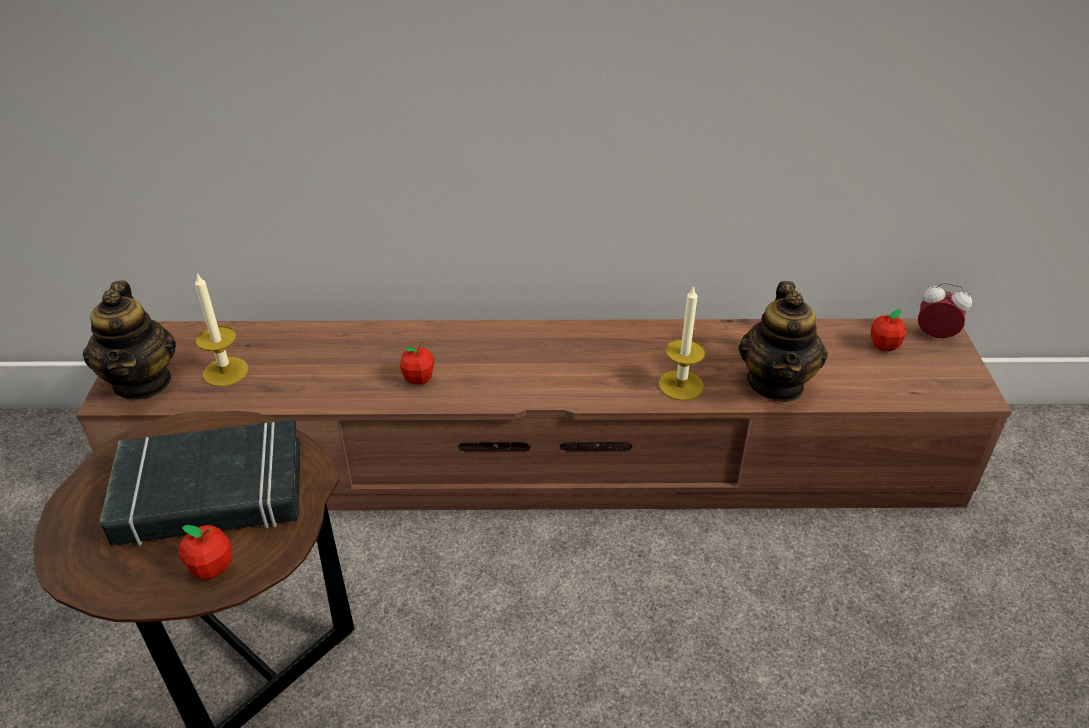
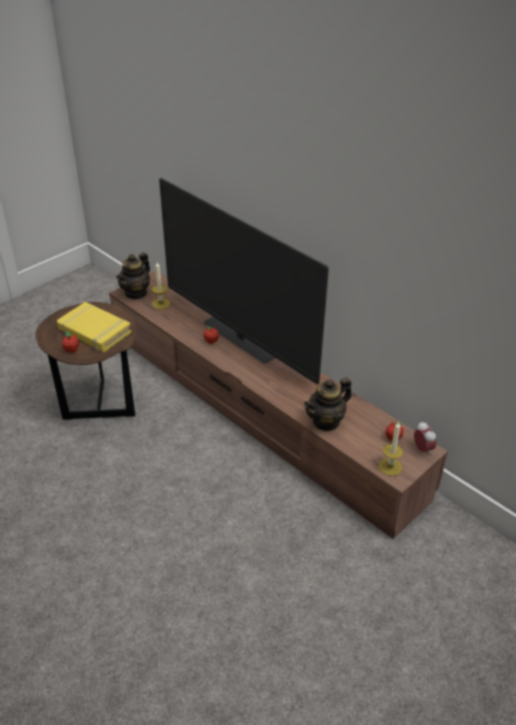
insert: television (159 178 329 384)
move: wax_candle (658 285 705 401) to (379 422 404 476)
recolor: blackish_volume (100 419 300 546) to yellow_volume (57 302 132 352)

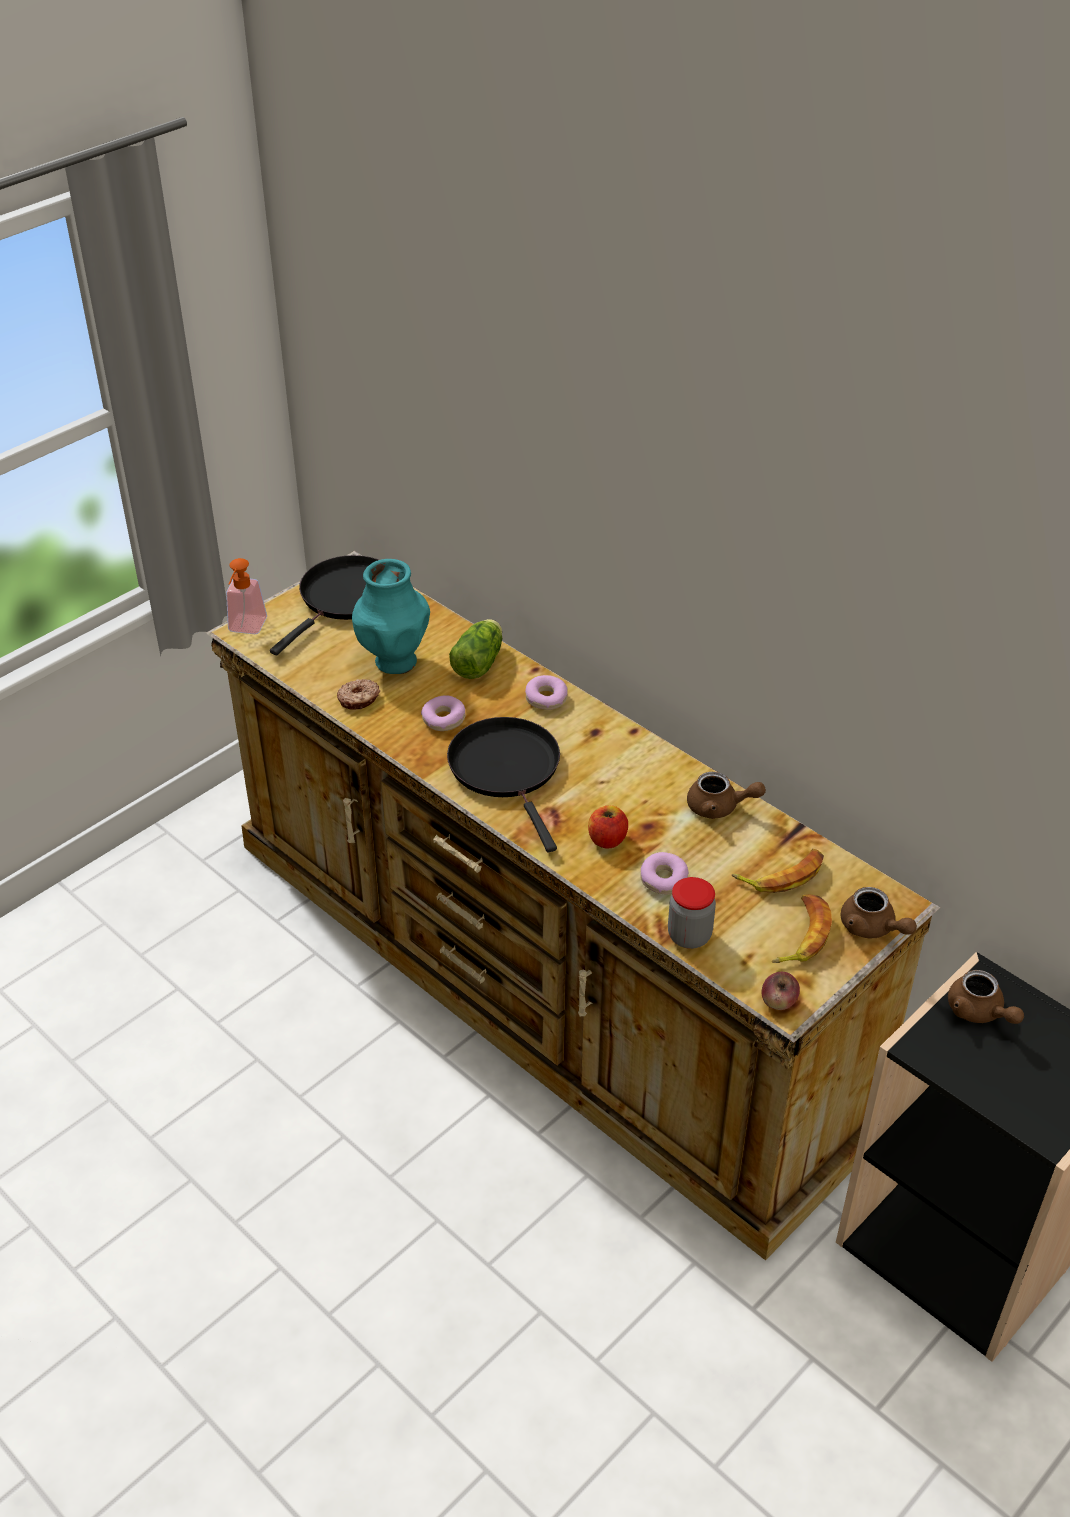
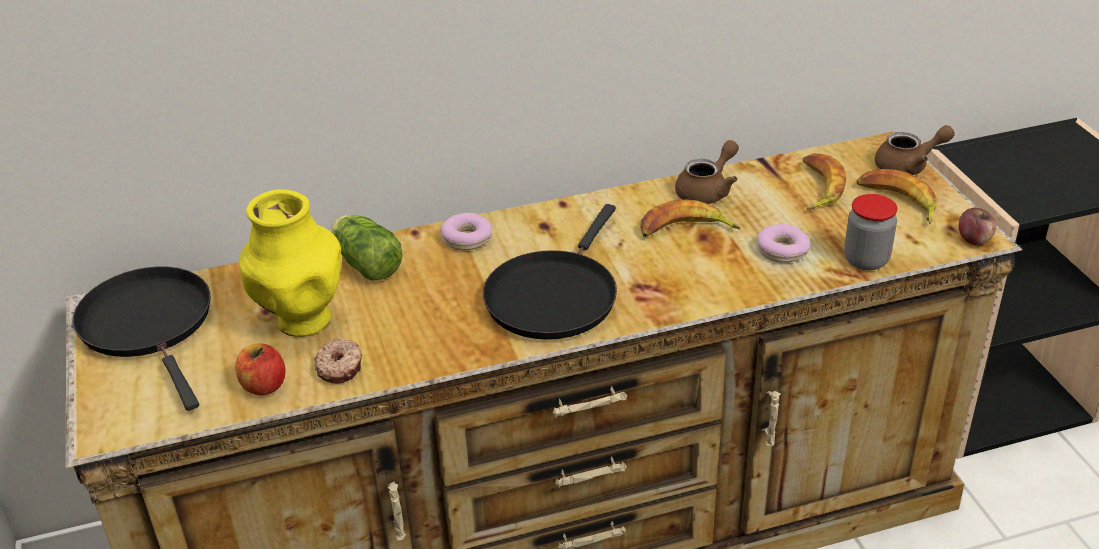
delete: soap_bottle (226 558 267 634); donut (421 695 466 731); brown_teapot (948 970 1024 1024)
insert: whole_banana (640 199 740 237)
move: whole_apple (588 805 628 848) to (235 344 285 395)
recolor: blue-green_flower_vase (352 559 430 674) to yellow_flower_vase (239 189 341 337)
rotate: blackish_skillet (447 717 560 852) = (483 204 617 340) 75 degrees counterclockwise

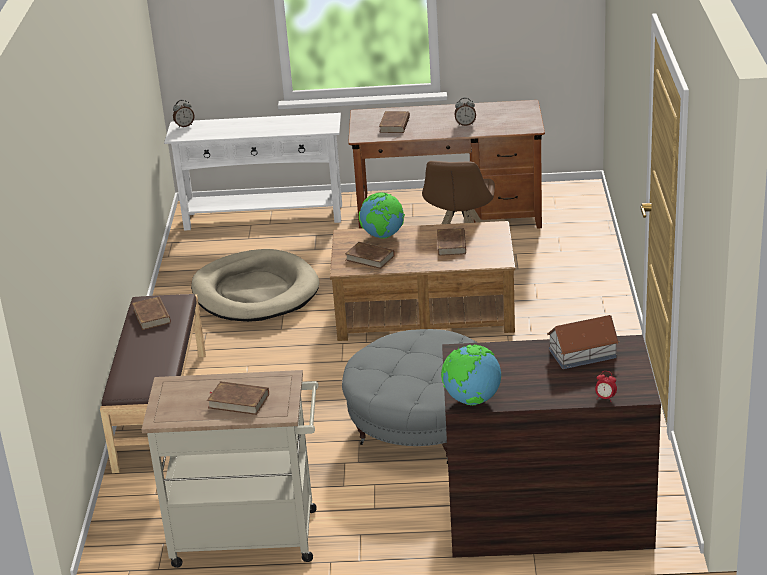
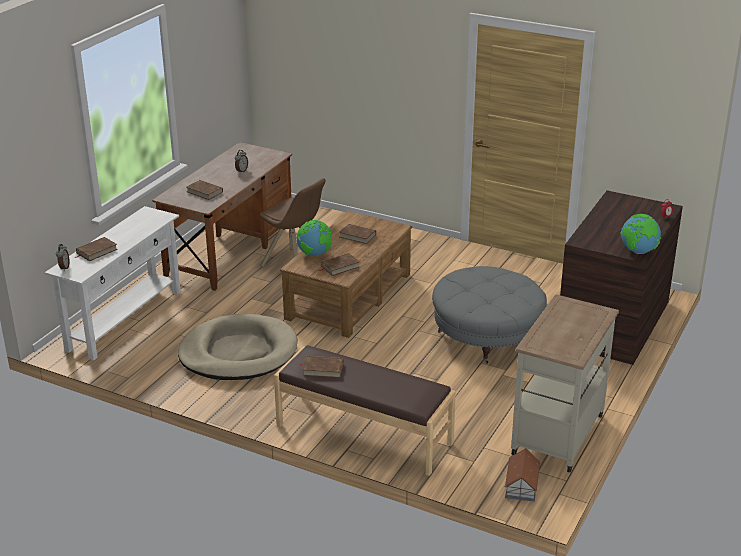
move: brown_volume (207 381 269 415) to (75 237 118 261); miniature_house (547 315 620 369) to (504 448 540 502)

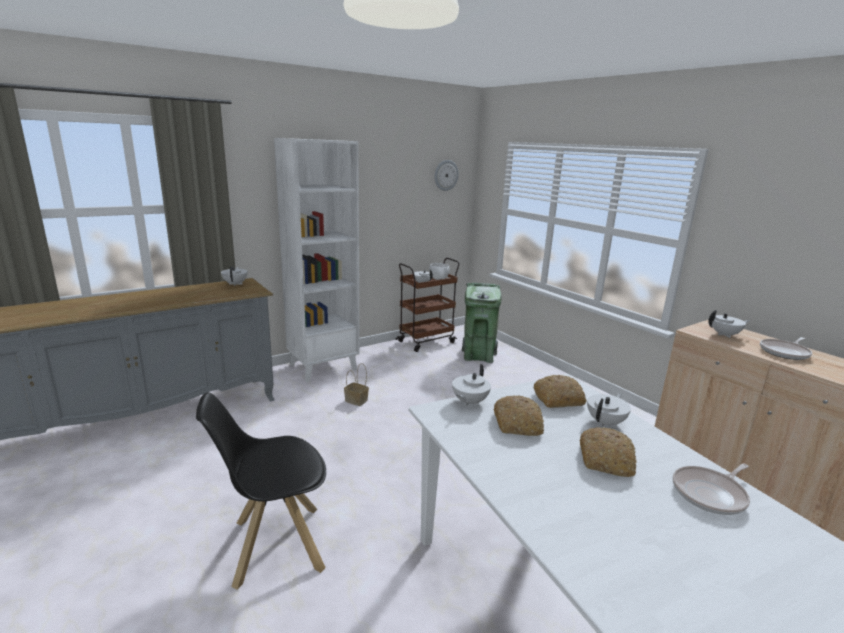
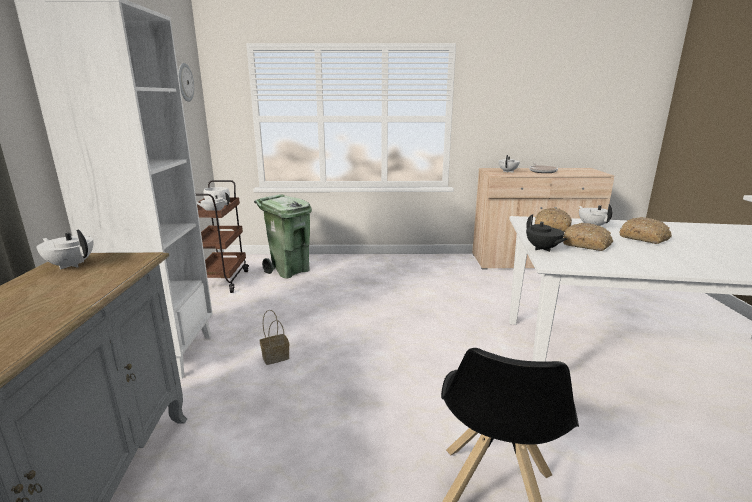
delete: skillet (673 463 750 515)
recolor: white-coloured_teapot (452 364 491 406) to blackish_teapot (526 215 567 252)

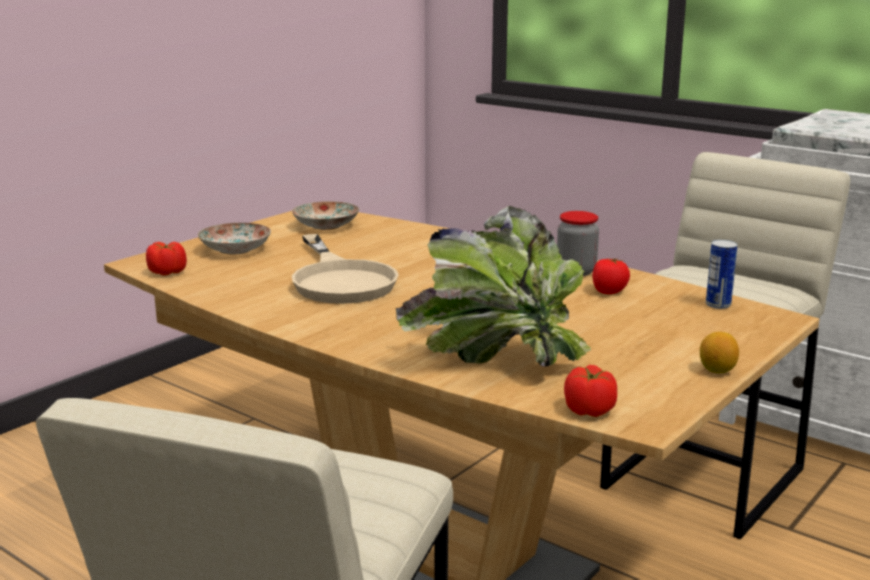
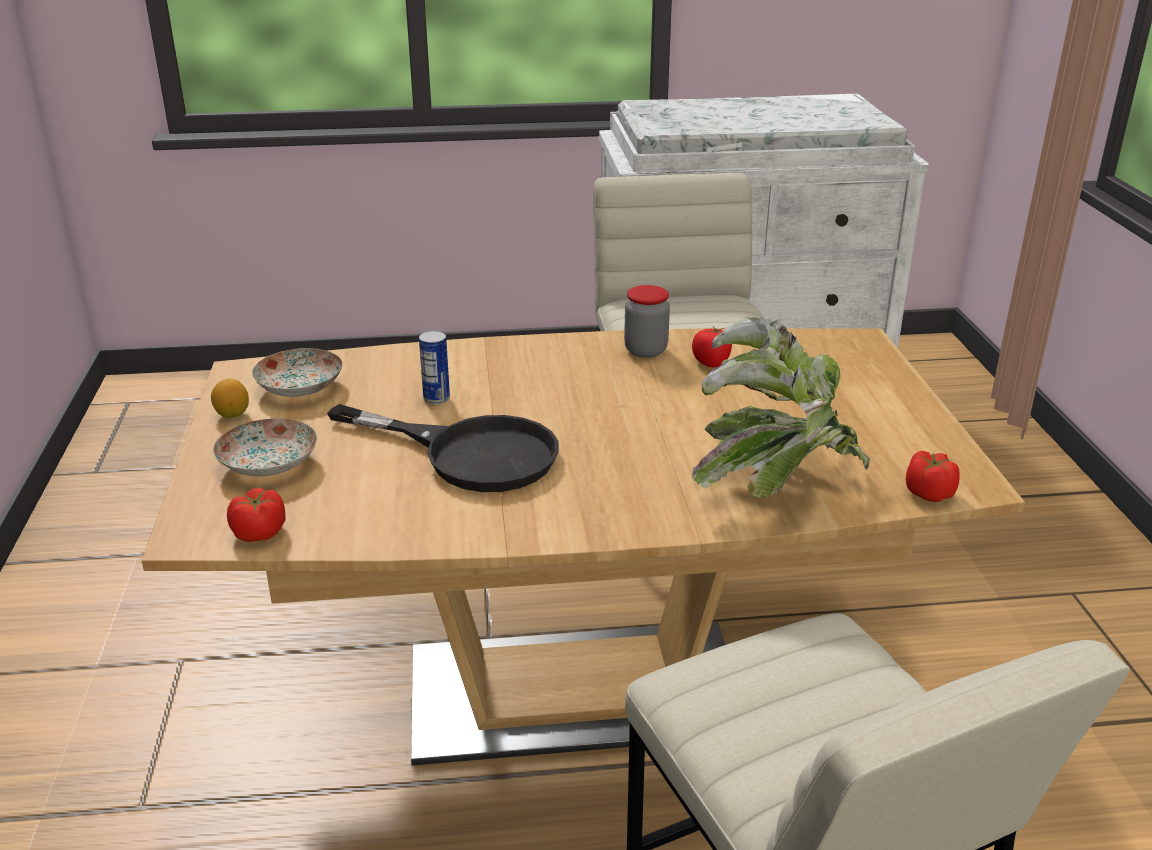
move: lemon (700 332 739 374) to (211 379 249 418); can (706 240 738 309) to (419 330 450 404)
recolor: sand-coloured_skillet (292 234 399 304) to blackish_skillet (327 404 559 492)

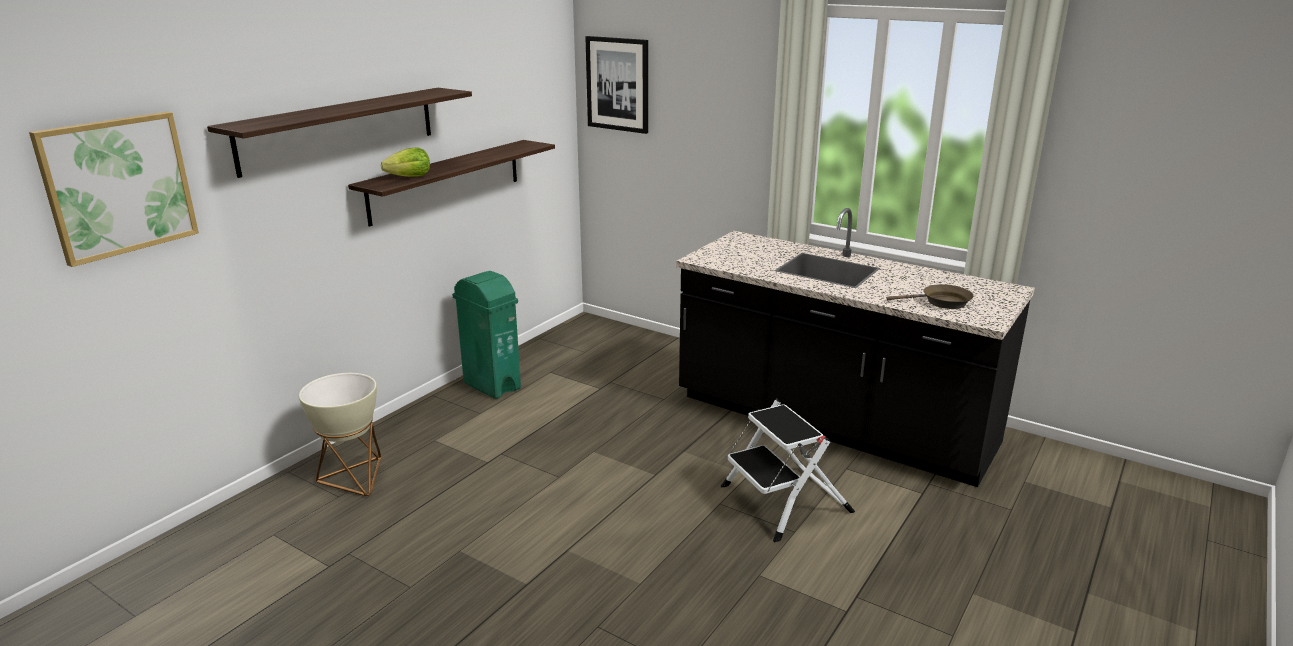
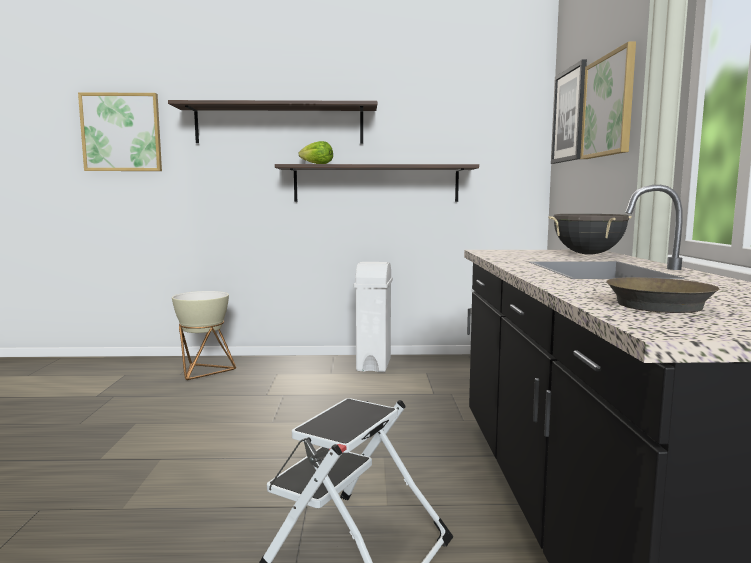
insert: blackish_cooking_pot (548 214 632 255); wall_art (580 42 636 159)
recolor: green-coloured_waste_bin (452 271 521 399) to white-coloured_waste_bin (354 262 393 372)
rotate: brown_skillet (886 284 974 309) = (606 277 720 313) 60 degrees clockwise

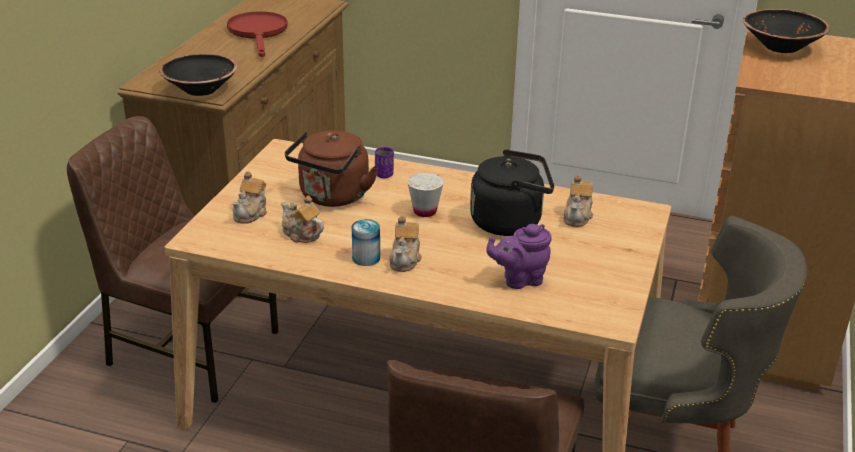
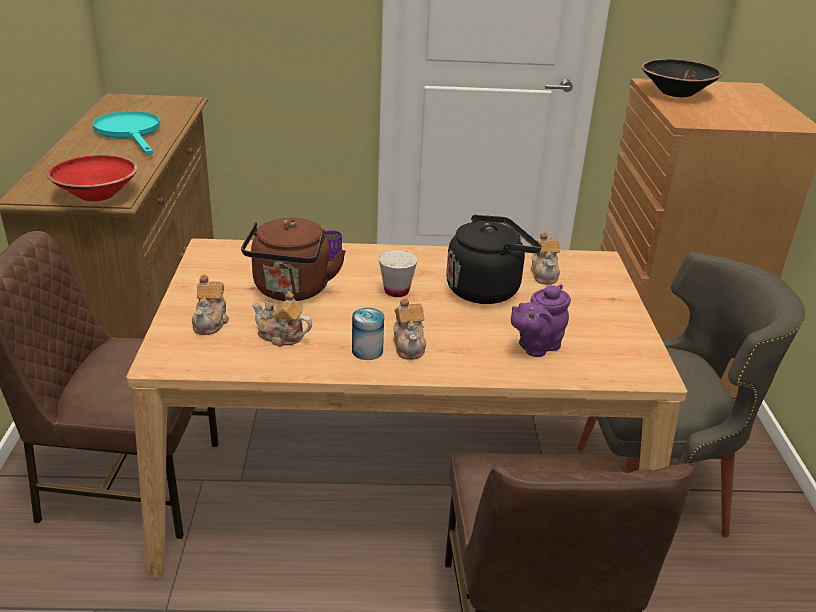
recolor: blackish_deep_dish (159 54 238 96) to red-coloured_deep_dish (46 155 138 201); red-coloured_skillet (227 11 288 57) to blue-green_skillet (93 111 160 155)

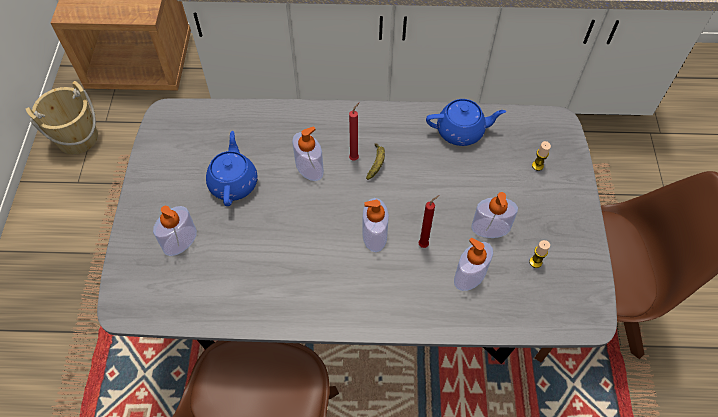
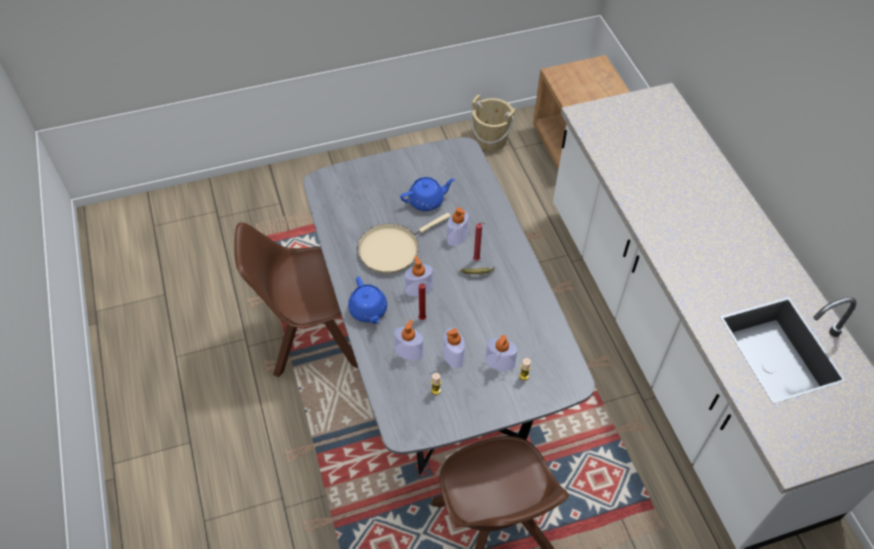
insert: sand-coloured_skillet (357 213 451 274)
move: blue_teapot (426 99 506 146) to (348 277 387 324); soap_bottle (153 206 197 256) to (486 335 517 371)

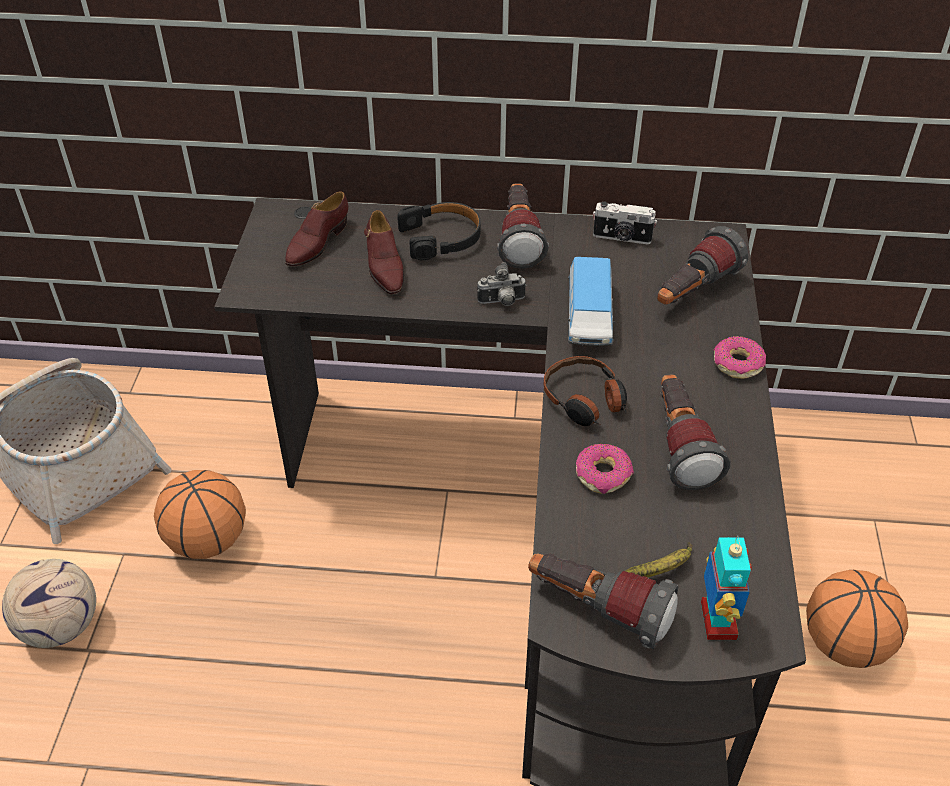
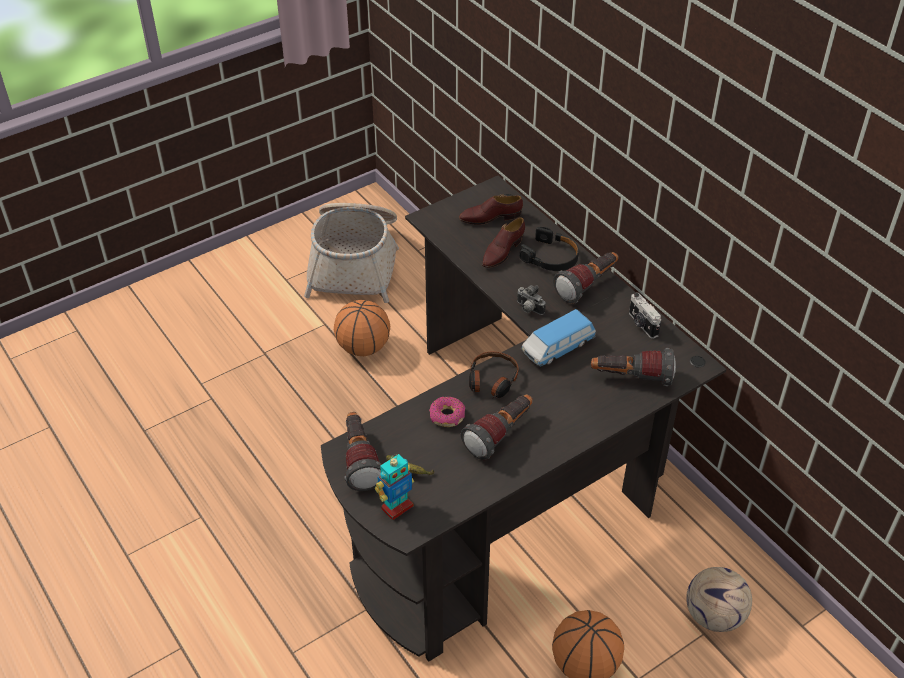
delete: donut (713 336 766 379)
move: football (2 559 96 648) to (686 567 752 632)

